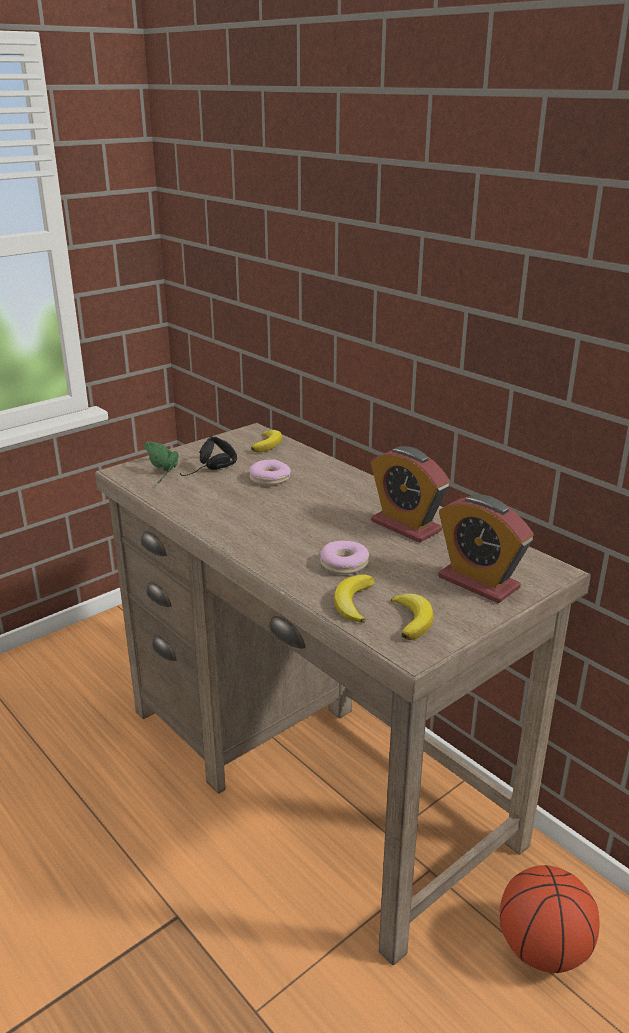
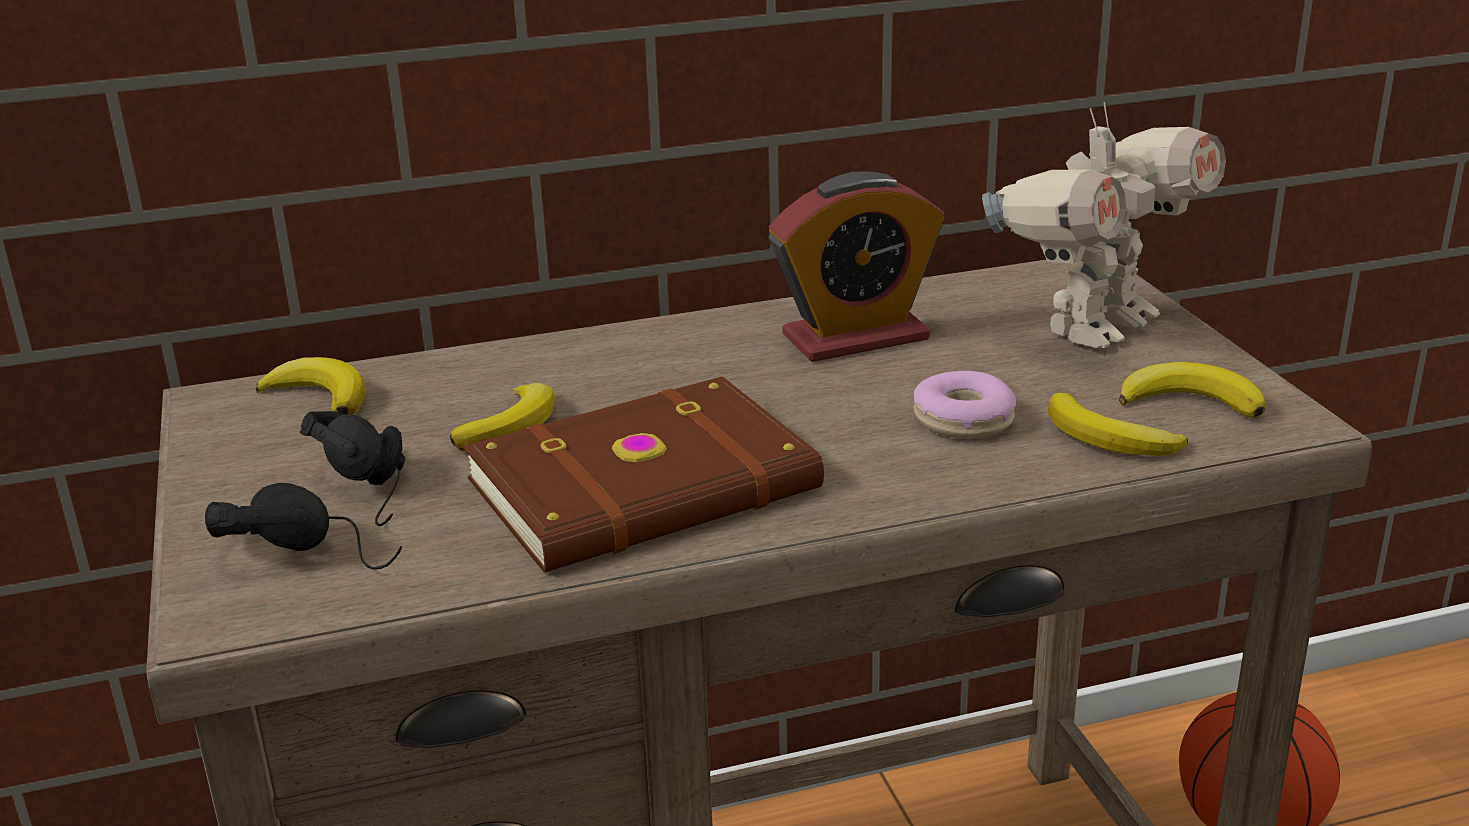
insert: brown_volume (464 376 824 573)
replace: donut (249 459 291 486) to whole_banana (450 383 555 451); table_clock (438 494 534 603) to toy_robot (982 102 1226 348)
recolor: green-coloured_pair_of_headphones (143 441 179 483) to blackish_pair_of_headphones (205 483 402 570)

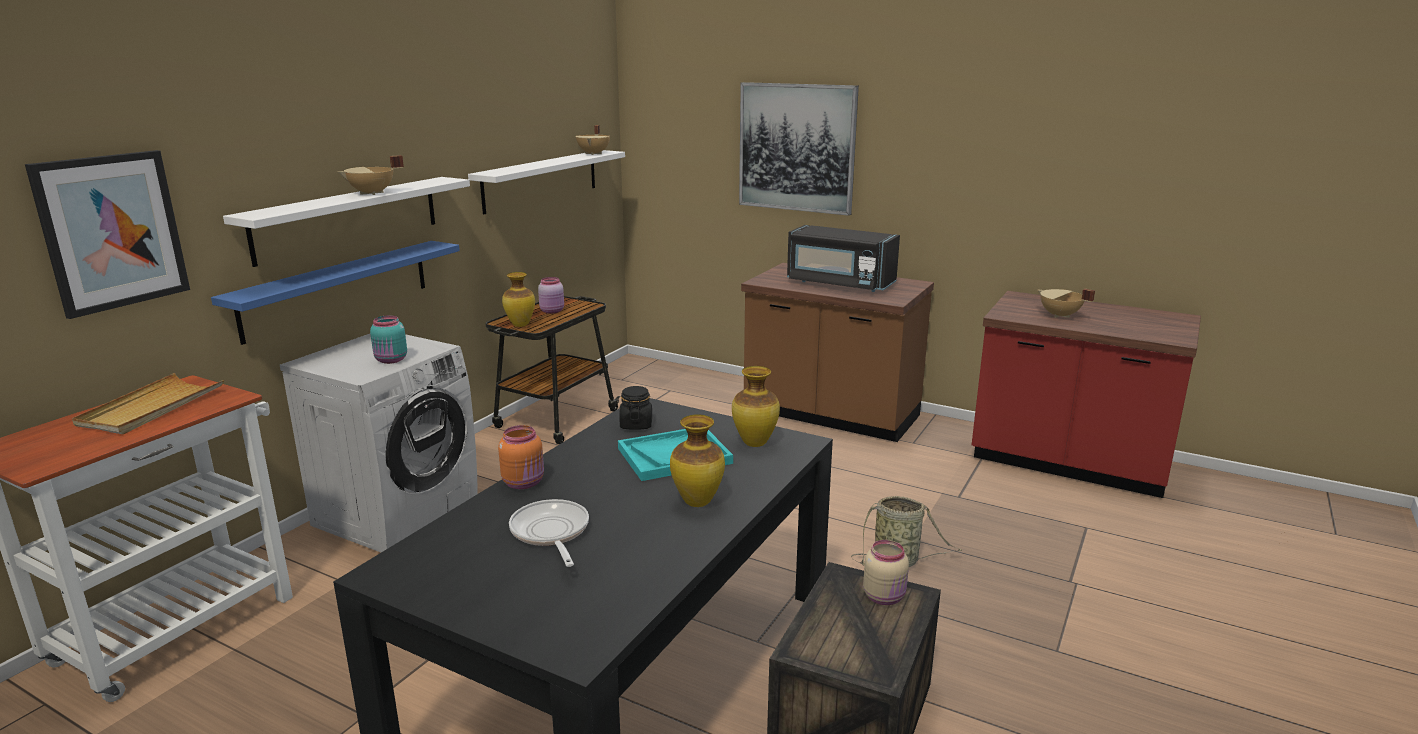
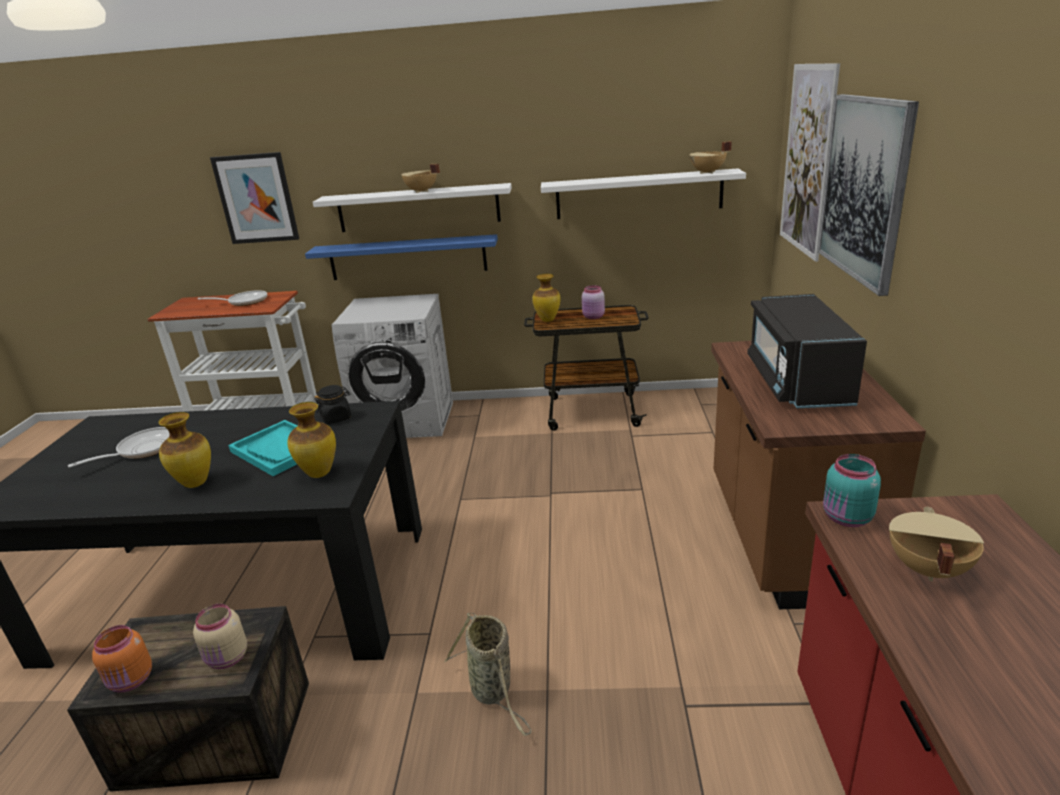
insert: wall_art (780 63 840 262)
move: orange_jar (498 425 544 489) to (92 625 152 692); blue-green_jar (370 315 407 364) to (823 454 881 527)
replace: sand-coloured_tray (72 373 224 434) to skillet (198 290 267 306)

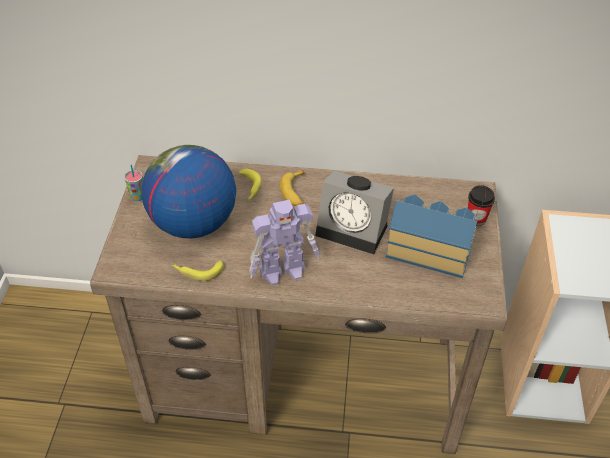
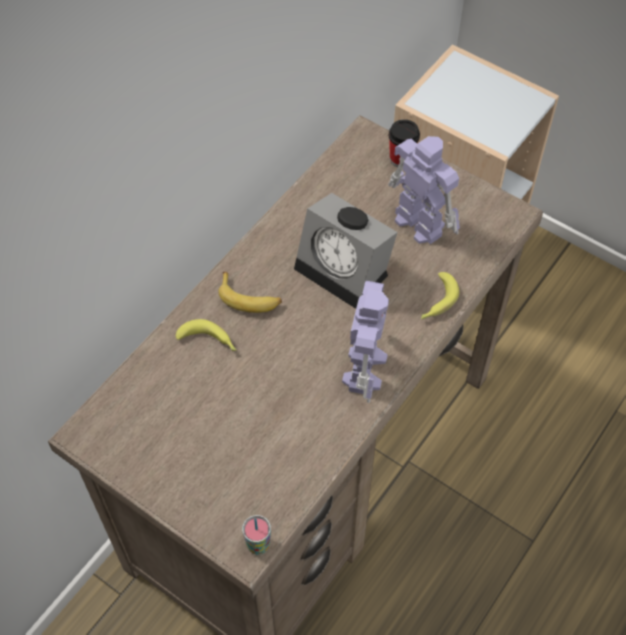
delete: desk_globe (141 145 236 238)
move: drinking_cup (124 165 143 201) to (242 515 271 555); whole_banana (172 260 223 281) to (421 272 460 319)
replace: miniature_house (385 194 478 278) to toy_robot (388 136 460 244)
rotate: table_clock (315 170 394 254) = (294 193 398 309) 75 degrees clockwise

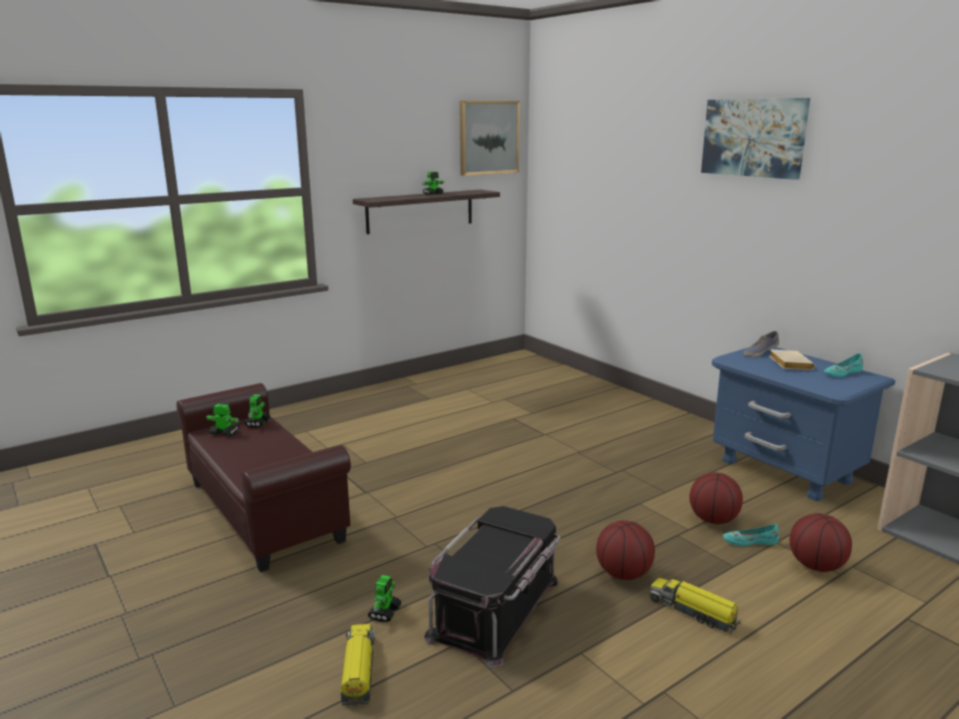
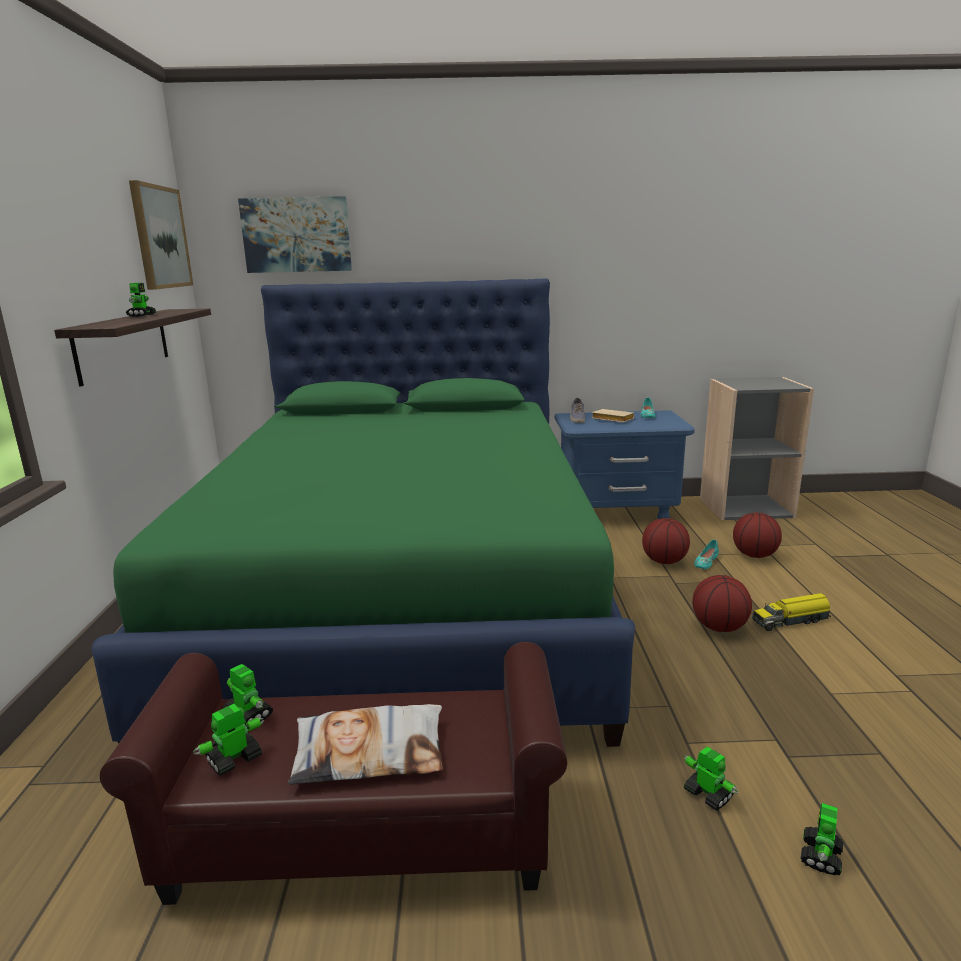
delete: blackish_storage_bin (424 506 560 668)
insert: green-coloured_bed (92 279 635 747); throw_pillow (288 704 443 785)
move: wall_art (701 98 810 180) to (238 196 352 273)
replace: toy_truck (341 624 375 706) to toy_robot (801 803 843 875)

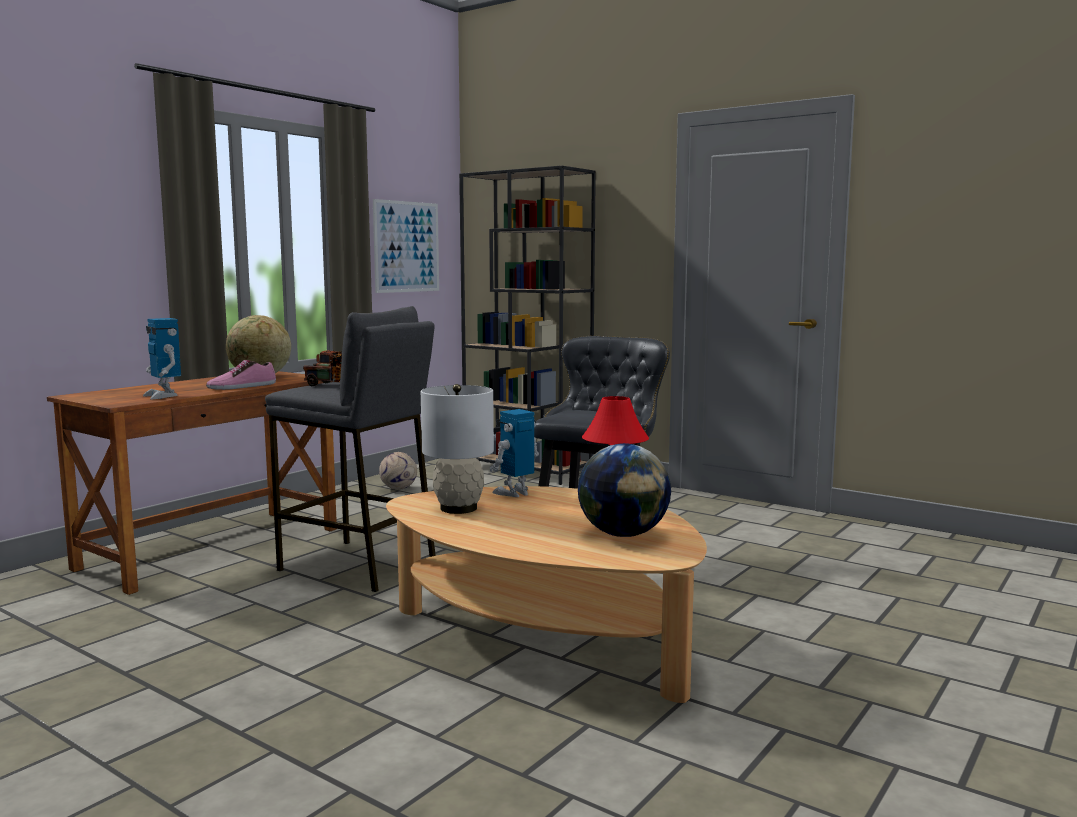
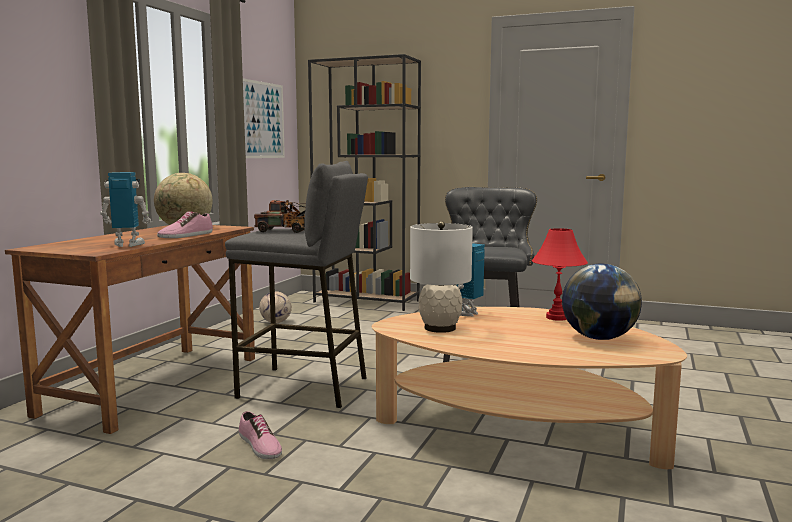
insert: shoe (239 411 282 459)
rotate: toy_robot (143 318 181 399) = (100 172 151 247) 135 degrees clockwise

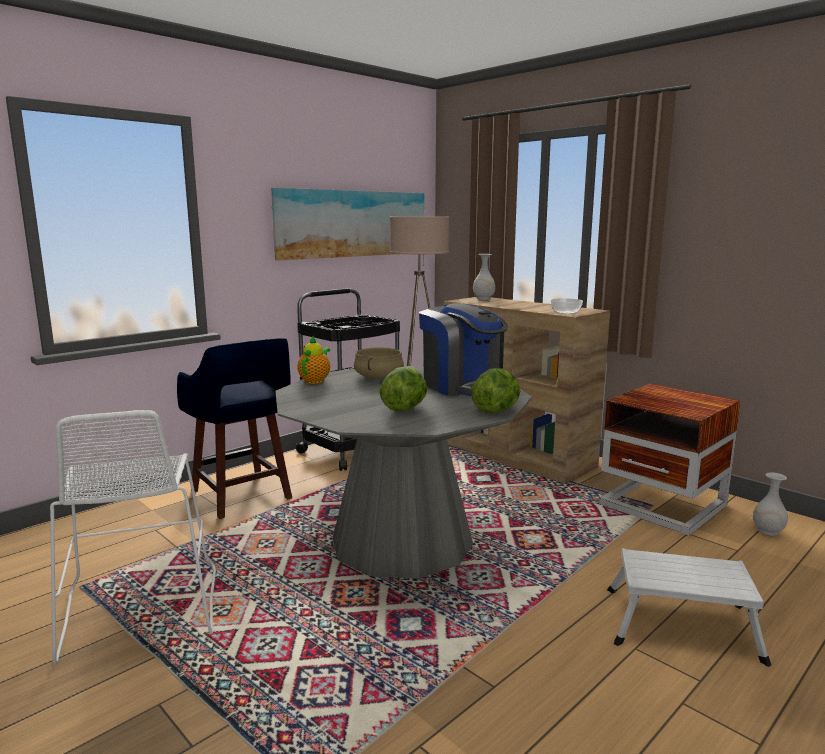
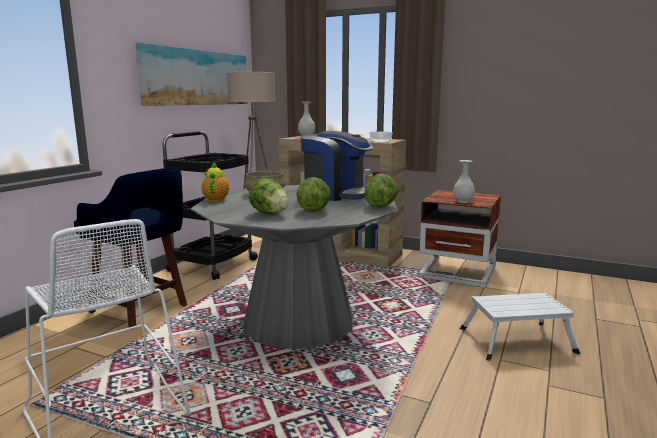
insert: lettuce (249 178 289 215)
move: white-coloured_flower_vase (753 472 788 536) to (453 160 475 203)

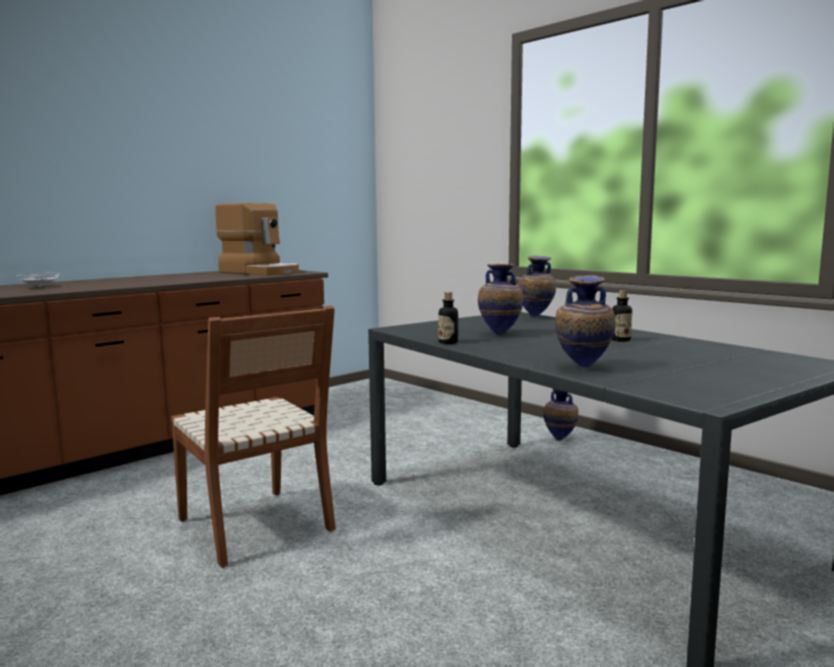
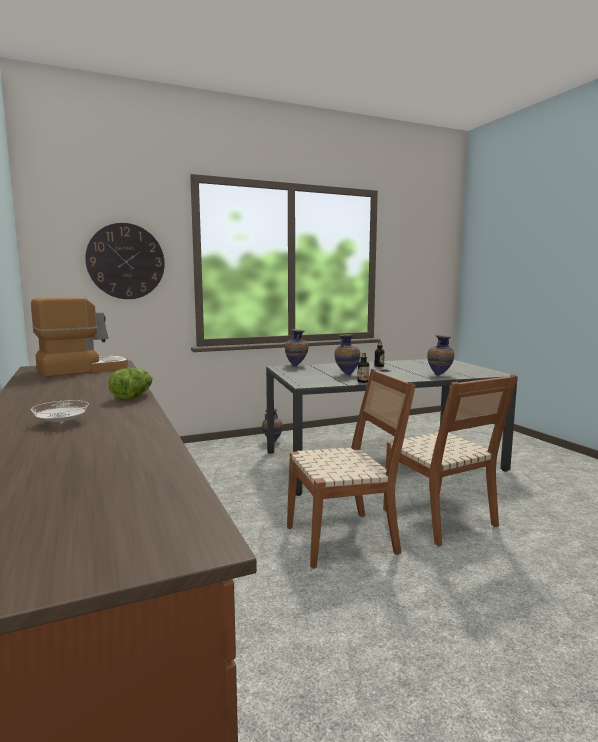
insert: clock_on_the_wall (85 223 165 299); lettuce (108 368 153 401); upright_chair (383 374 517 546)

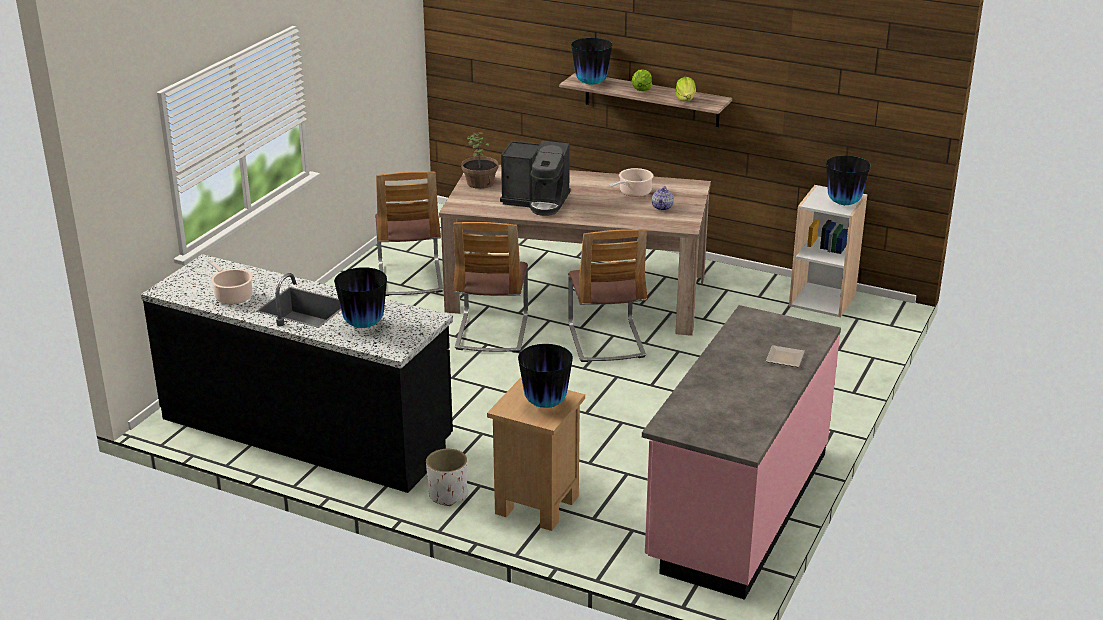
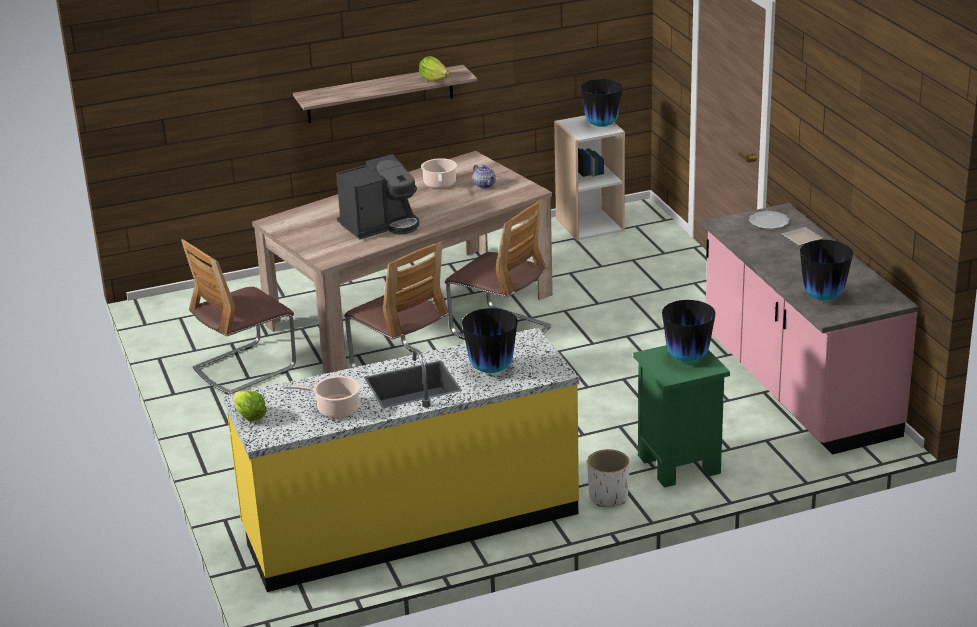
delete: plant_in_a_pot (461 132 499 189)
insert: flat_dish (749 211 789 229)
move: lettuce (631 69 652 91) to (234 391 267 421); flower_vase (571 38 612 85) to (800 240 853 300)
recolor: blackish_kitchen_counter (141 254 453 493) to yellow_kitchen_counter (223 328 579 592); sand-coloured_night_table (487 378 585 531) to green-coloured_night_table (633 345 730 488)
rotate: upright_chair (375 171 443 296) = (181 239 296 395) 105 degrees clockwise

